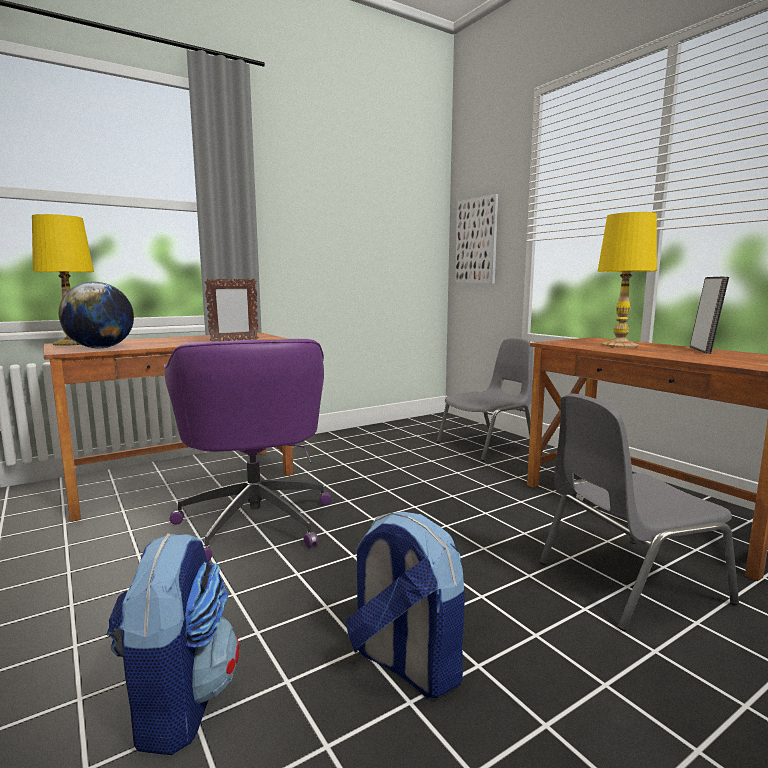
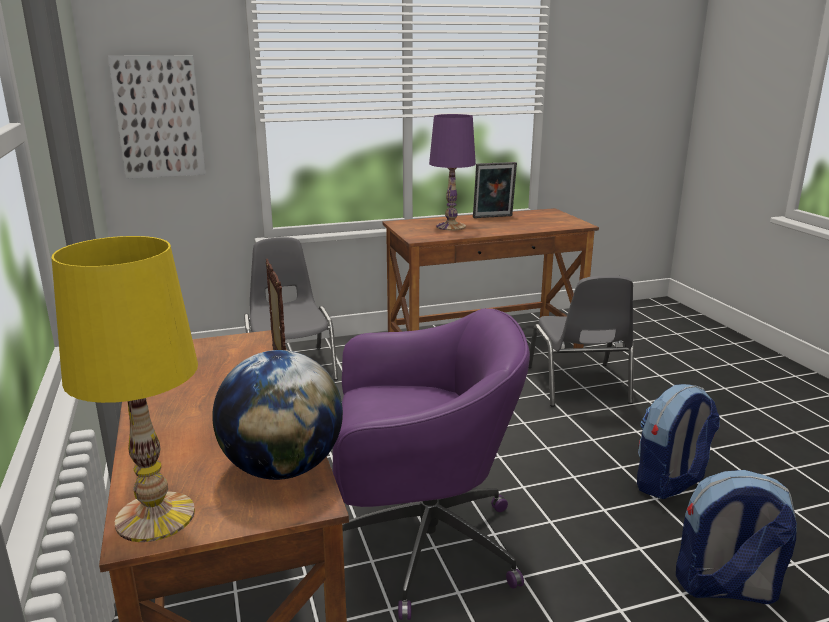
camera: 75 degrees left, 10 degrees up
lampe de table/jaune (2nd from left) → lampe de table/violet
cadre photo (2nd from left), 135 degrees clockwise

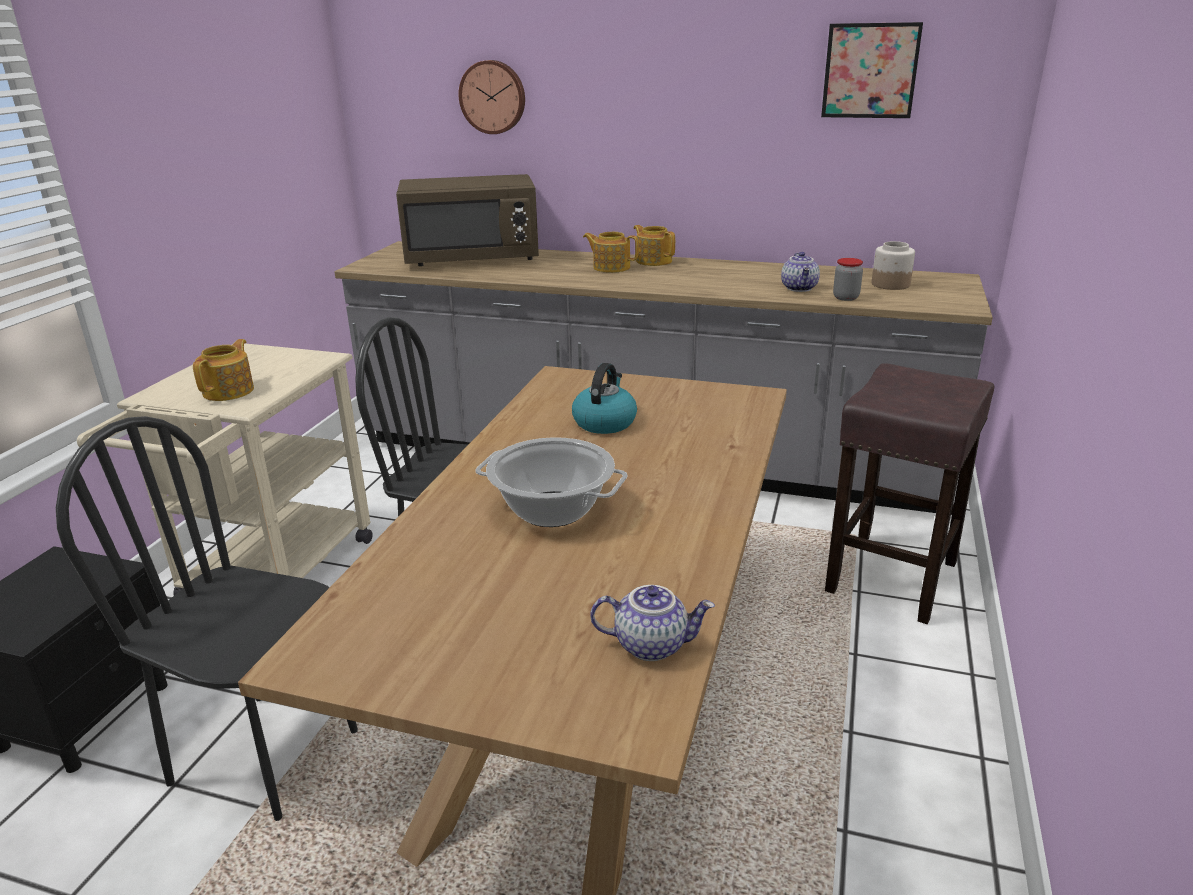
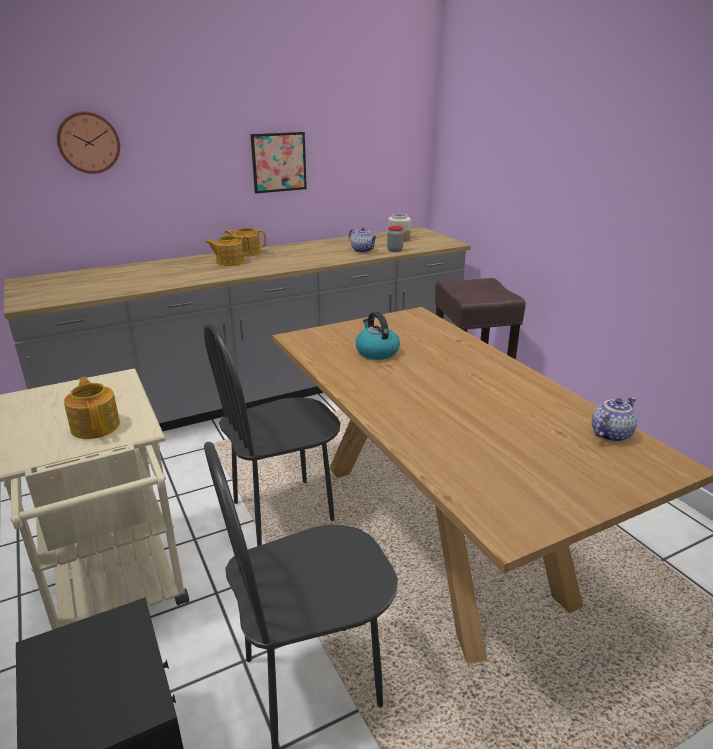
camera: 45 degrees left, 0 degrees up
tableau, move
micro-ondes/marron → -
marmite → -

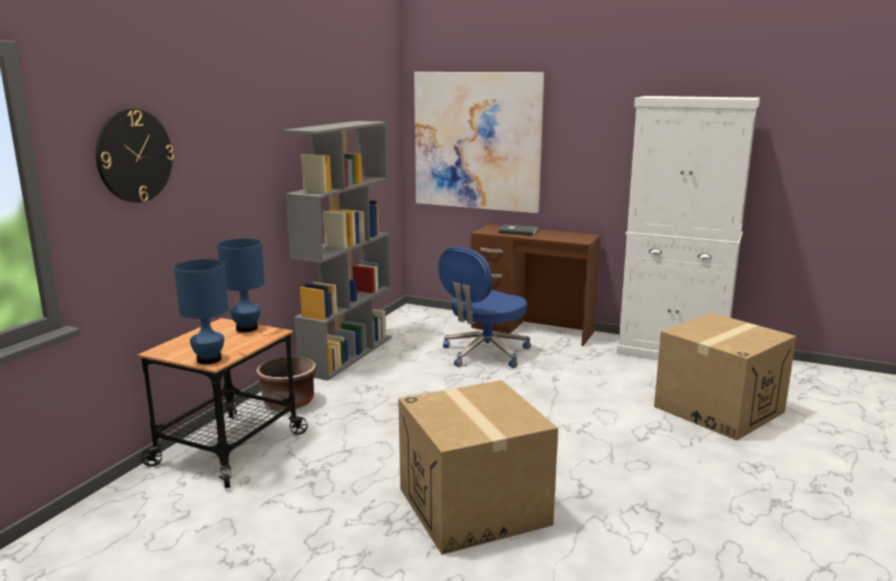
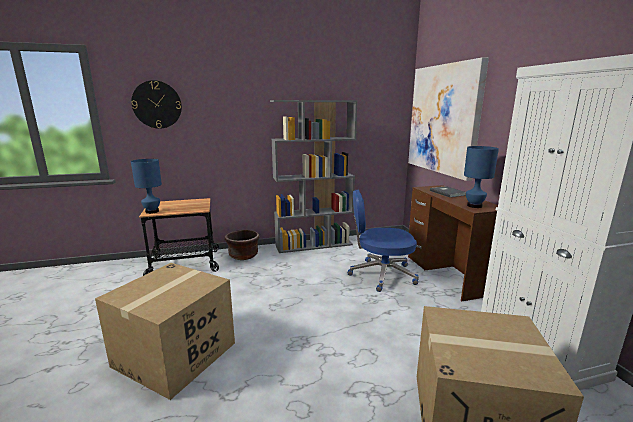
camera: 50 degrees right, 0 degrees up
lampe de table/bleu (2nd from left), move

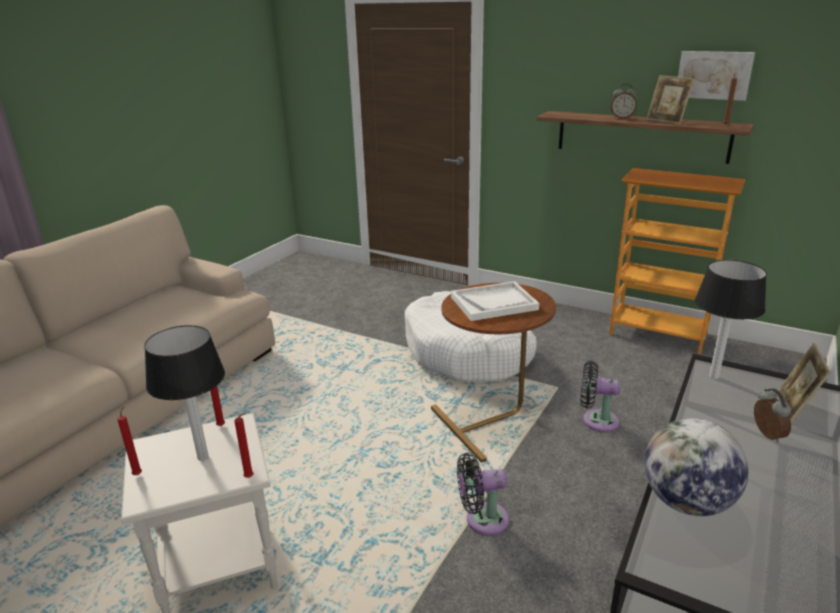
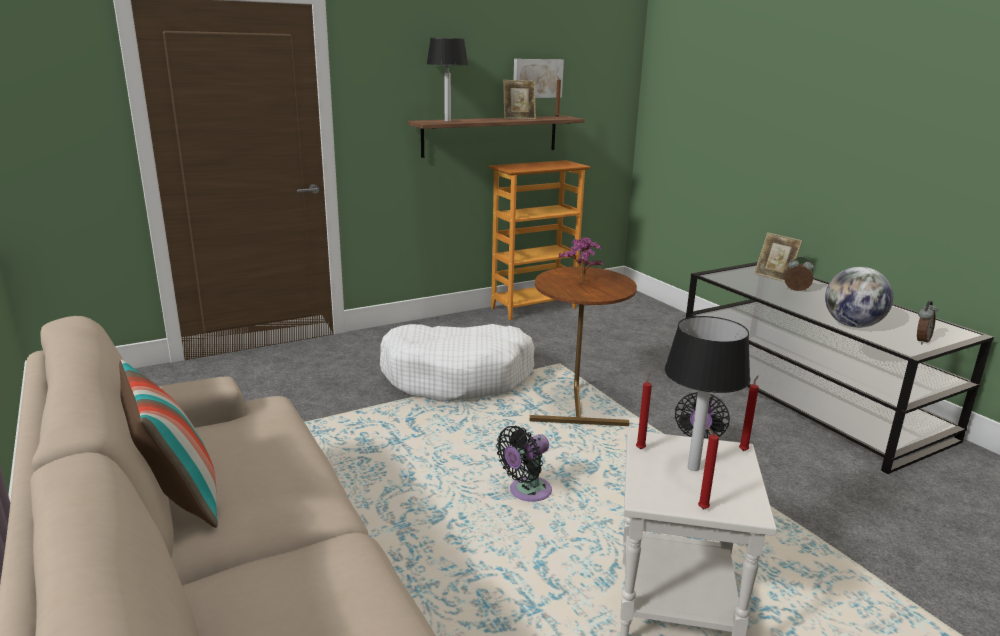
camera: 60 degrees left, 5 degrees down
réveil (1st from left in the first image) → réveil (2nd from left), move
lampe de table (2nd from left in the first image) → lampe de table (1st from left), move
plateau/blanc → plante en pot
ventilateur/noir (2nd from left in the first image) → ventilateur/noir (1st from left), move
- → coussin

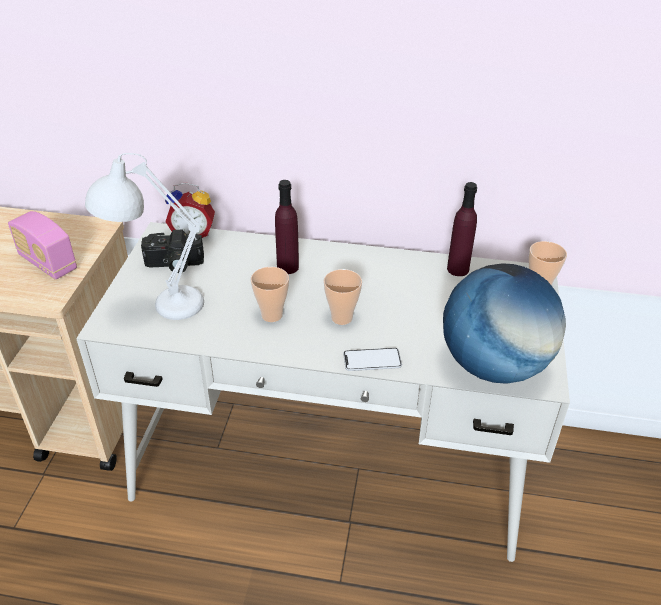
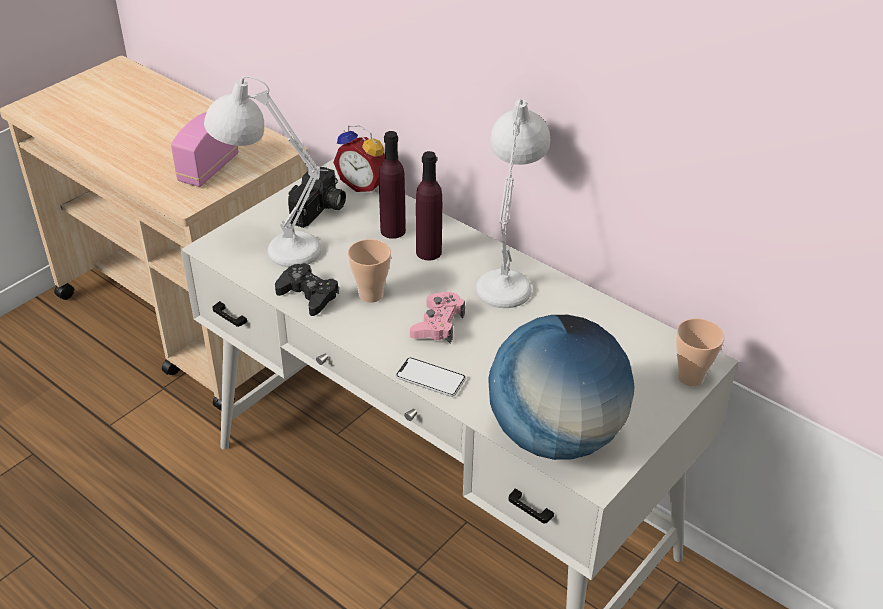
camera: 30 degrees right, 0 degrees up
bouteille/violet (2nd from left in the first image) → bouteille/violet (1st from left), move
radio, 45 degrees clockwise
appareil photo, 90 degrees counterclockwise
tasse (2nd from left) → manette/rose
- → lampe de table/blanc (2nd from left)
- → manette/noir

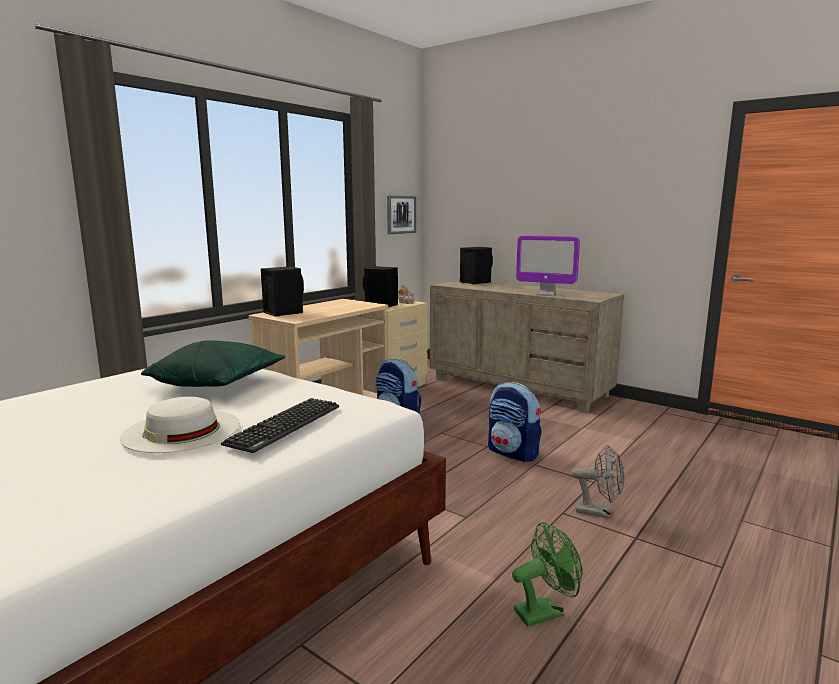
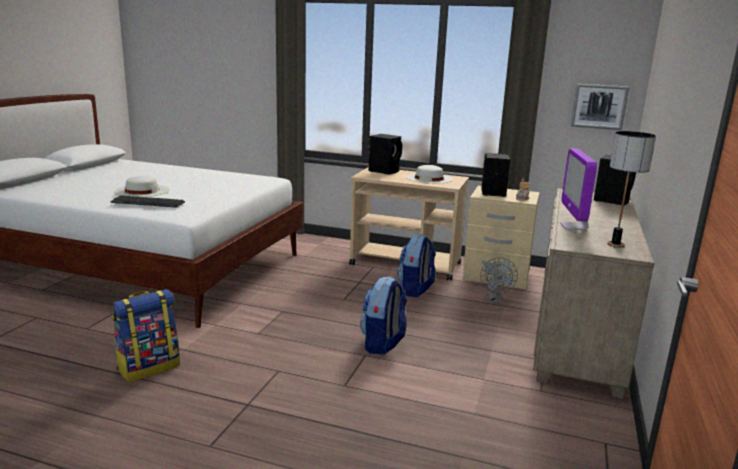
camera: 70 degrees right, 5 degrees up
coussin/vert → -
ventilateur/gris, move
ventilateur/vert → sac à dos (1st from left)
- → lampe de table
- → chapeau/blanc (2nd from left)

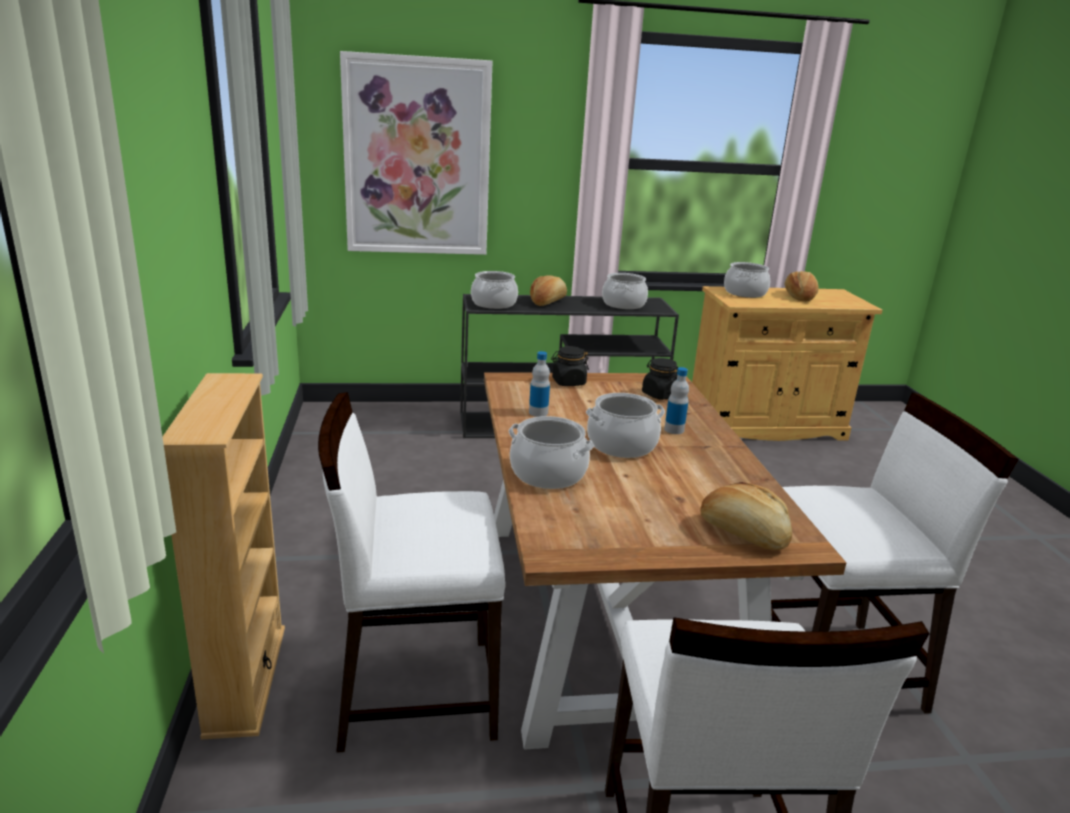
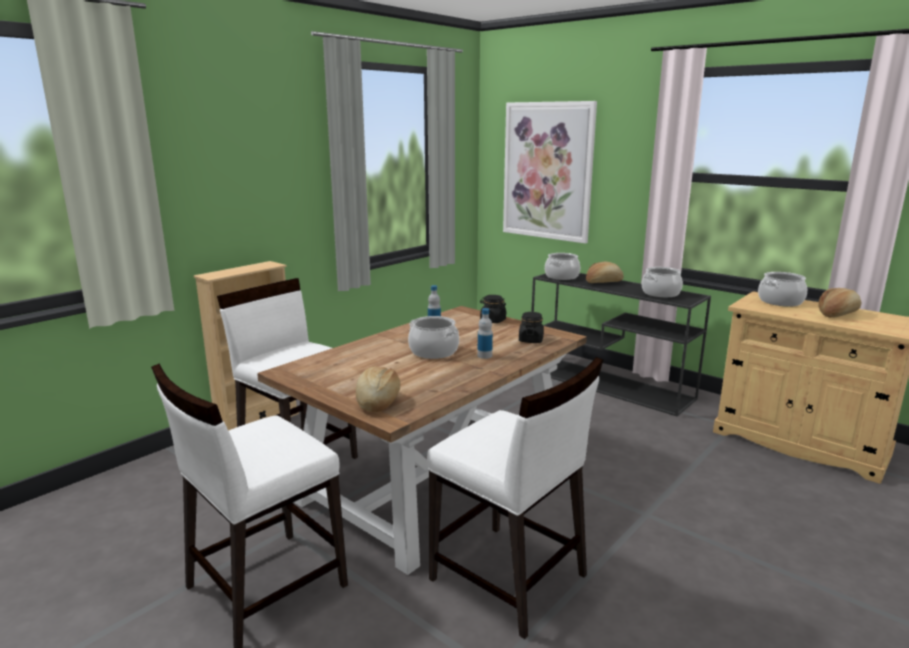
camera: 50 degrees right, 5 degrees down
marmite (2nd from left) → -

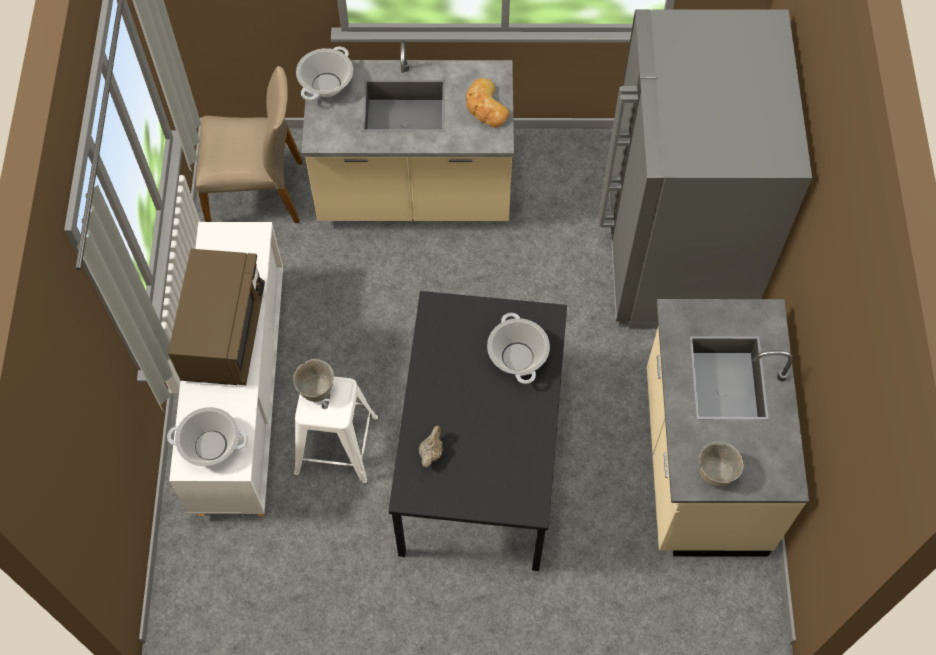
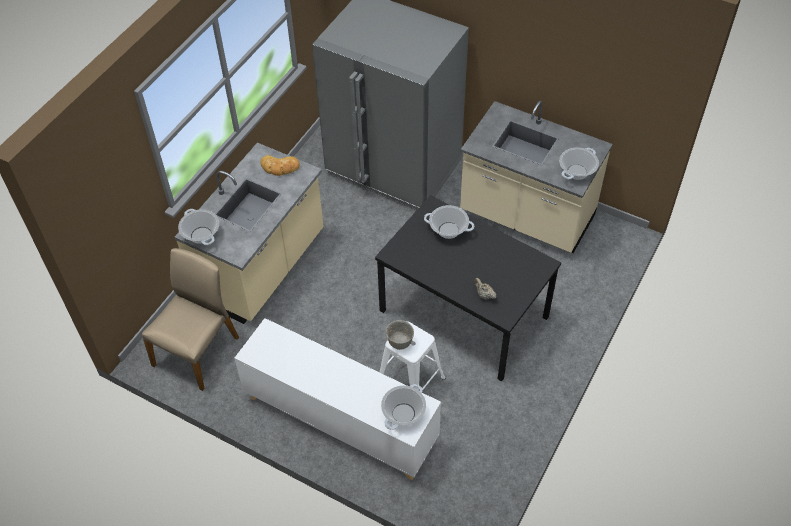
camera: 60 degrees left, 10 degrees down
micro-ondes/marron → -
bol/gris (2nd from left) → marmite (4th from left)

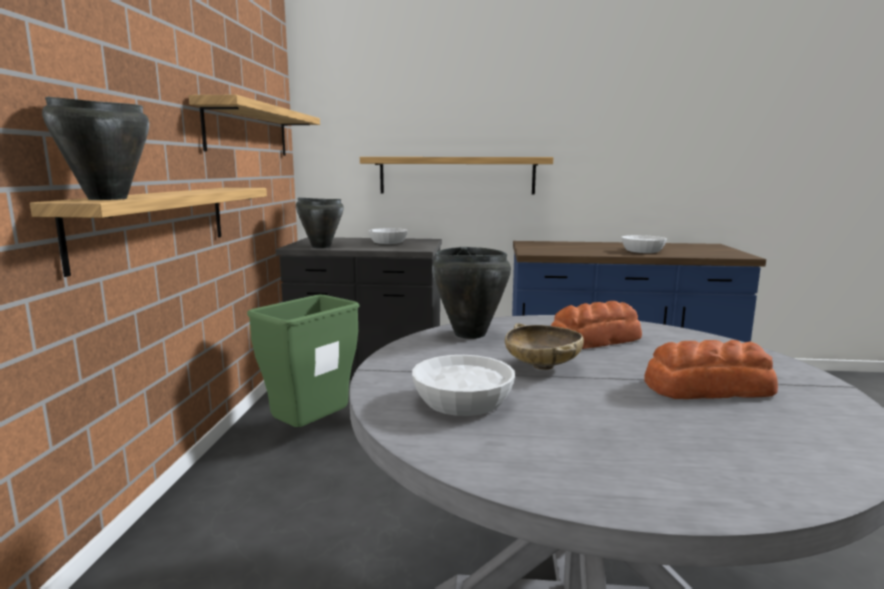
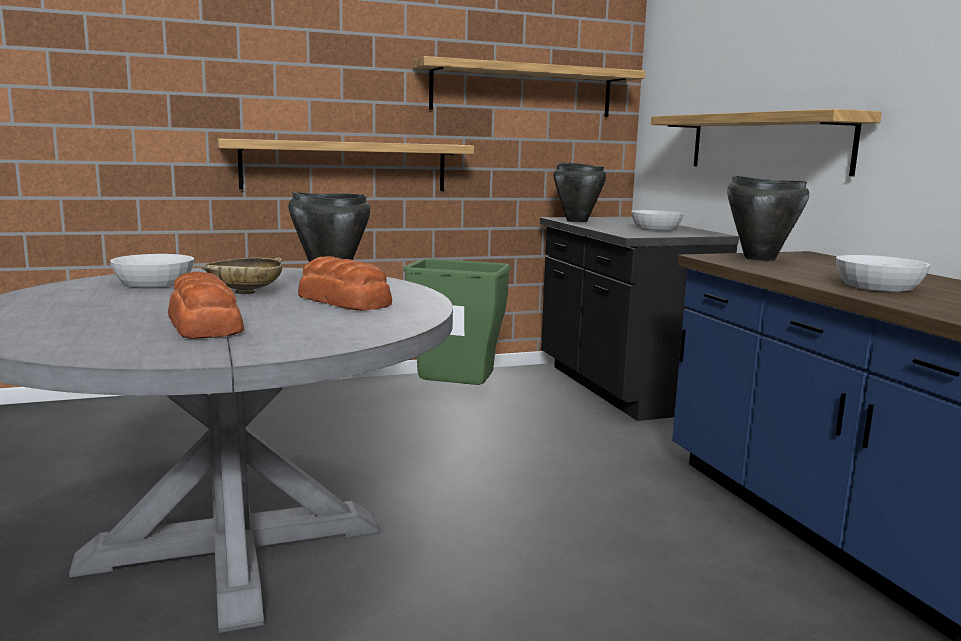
camera: 65 degrees right, 0 degrees up
marmite/noir (1st from left in the first image) → marmite/noir (3rd from left), move

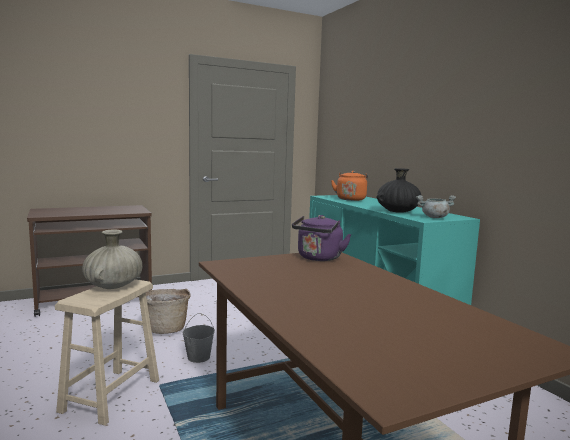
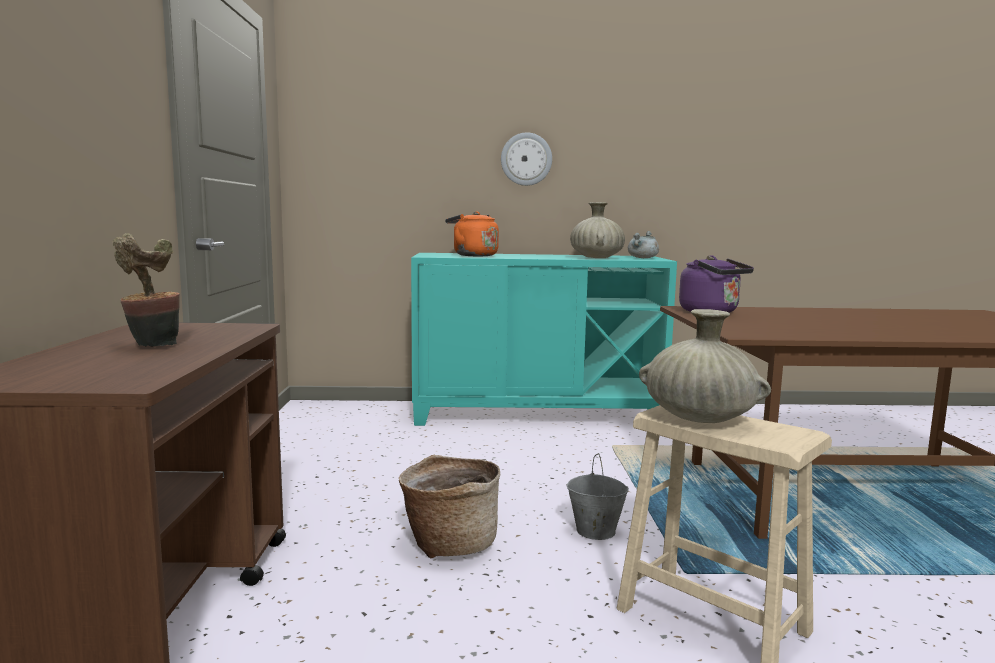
camera: 65 degrees left, 0 degrees up
vase/noir → vase/beige (1st from left)
- → horloge murale
- → plante en pot

